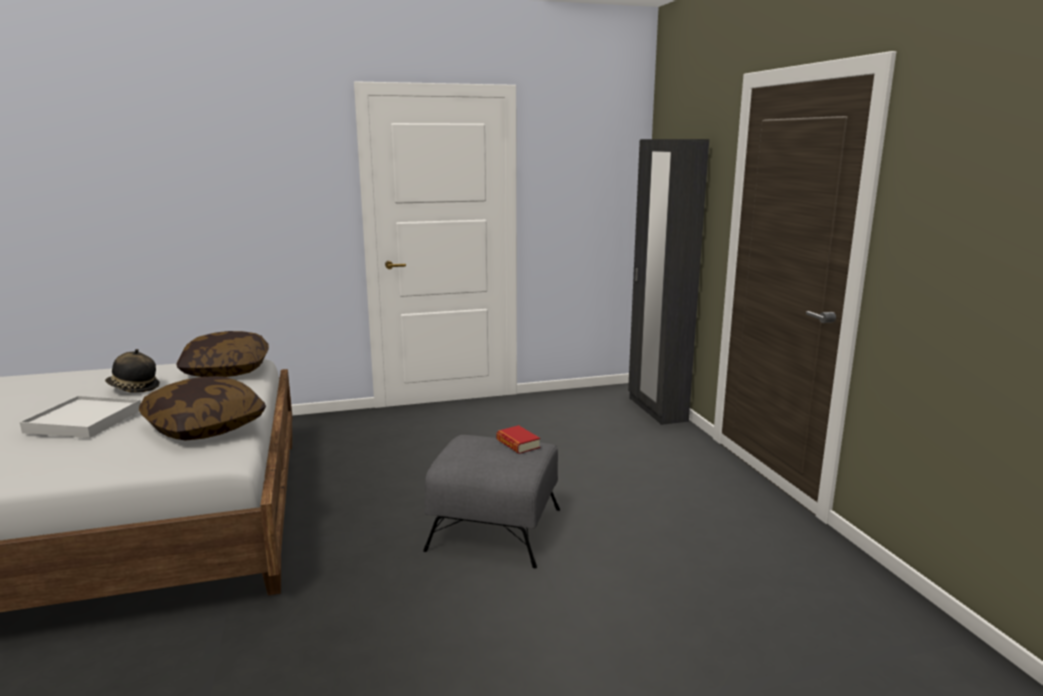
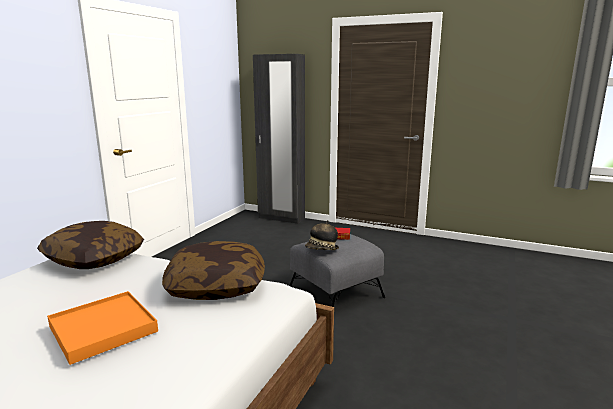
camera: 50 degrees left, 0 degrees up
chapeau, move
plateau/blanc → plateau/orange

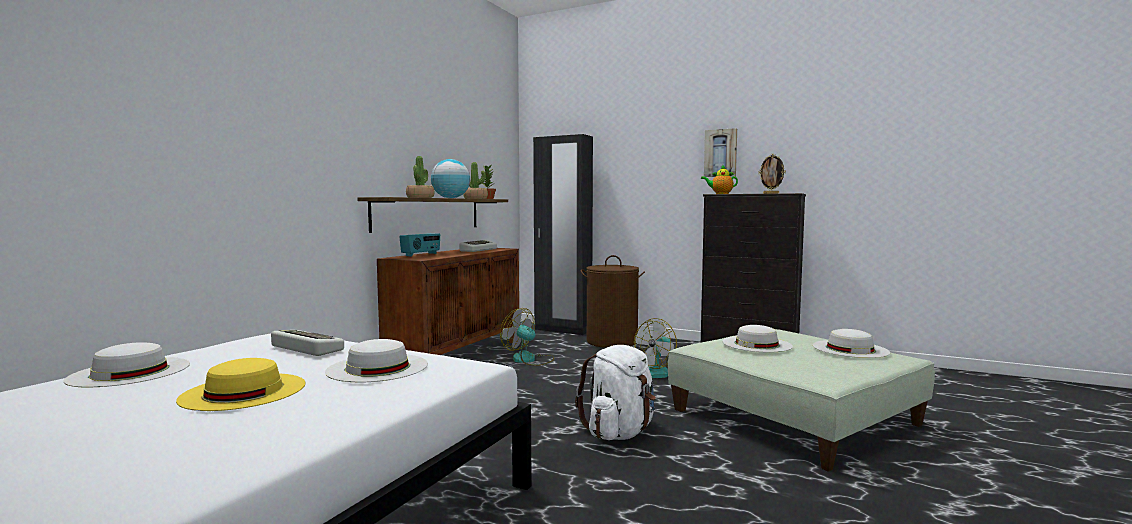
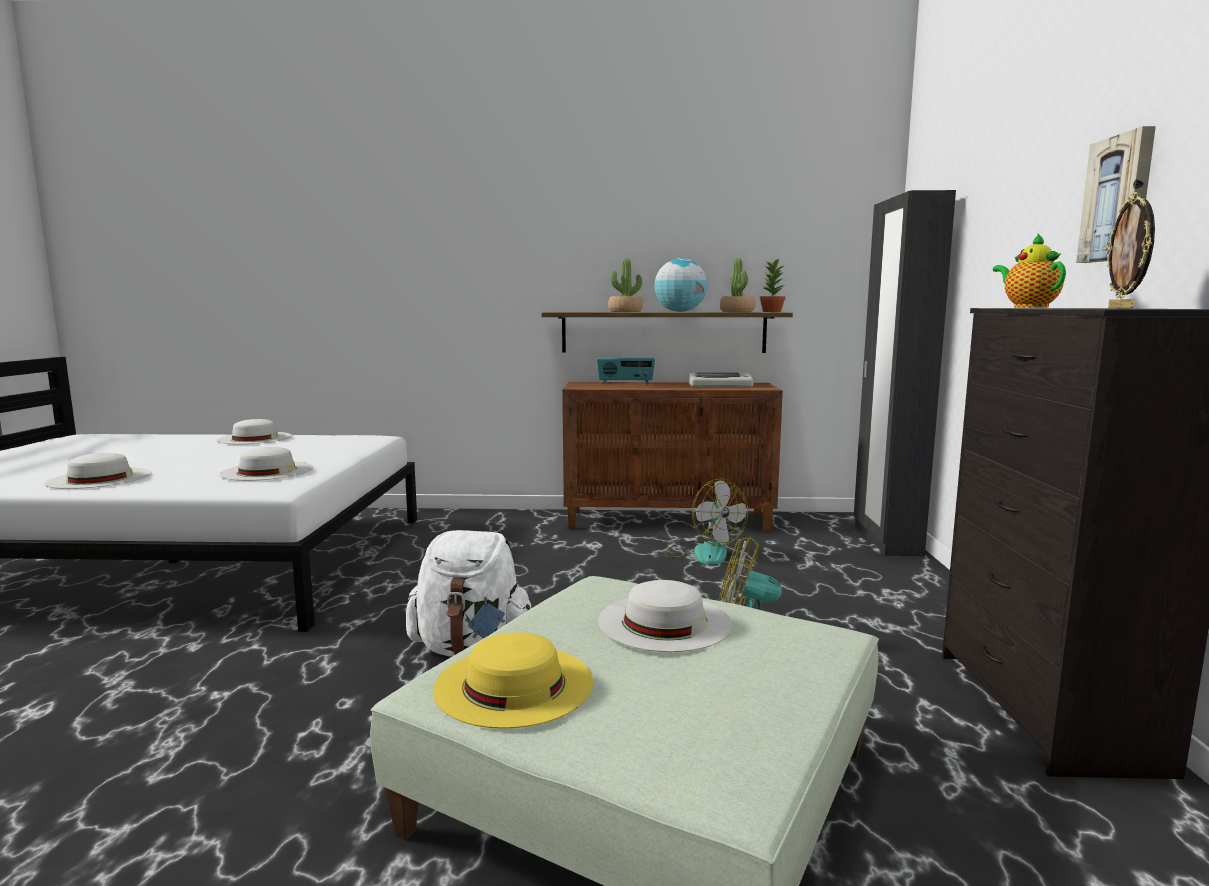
camera: 65 degrees right, 5 degrees up
panier à linge/marron → -
ventilateur (1st from left), 135 degrees clockwise
chapeau/blanc (4th from left in the first image) → chapeau/blanc (1st from left), move
clavier (1st from left) → -
chapeau/jaune, move

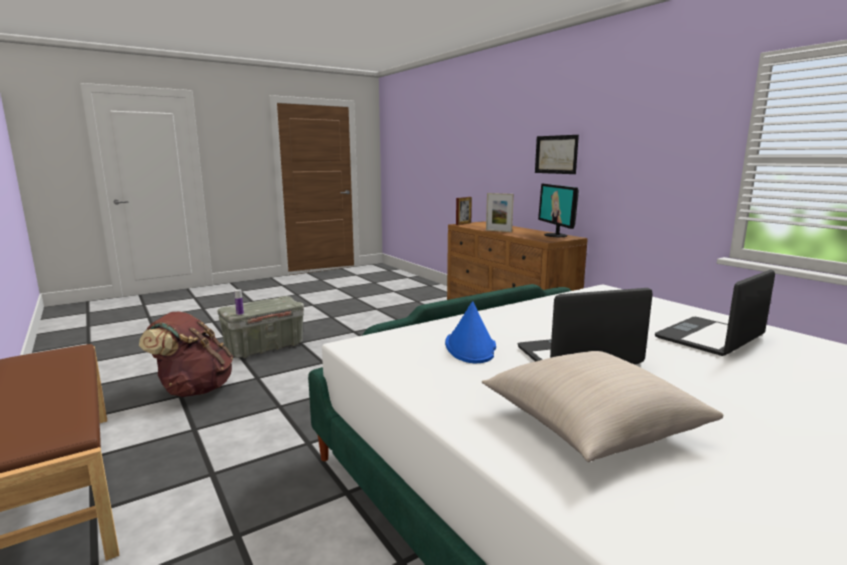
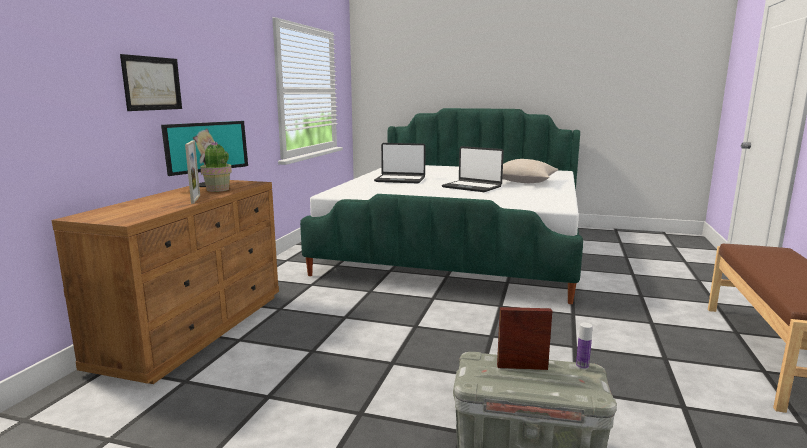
camera: 130 degrees left, 0 degrees up
cadre photo (1st from left in the first image) → cadre photo (2nd from left), move
chapeau/bleu → -
sac à dos/marron → -
- → plante en pot

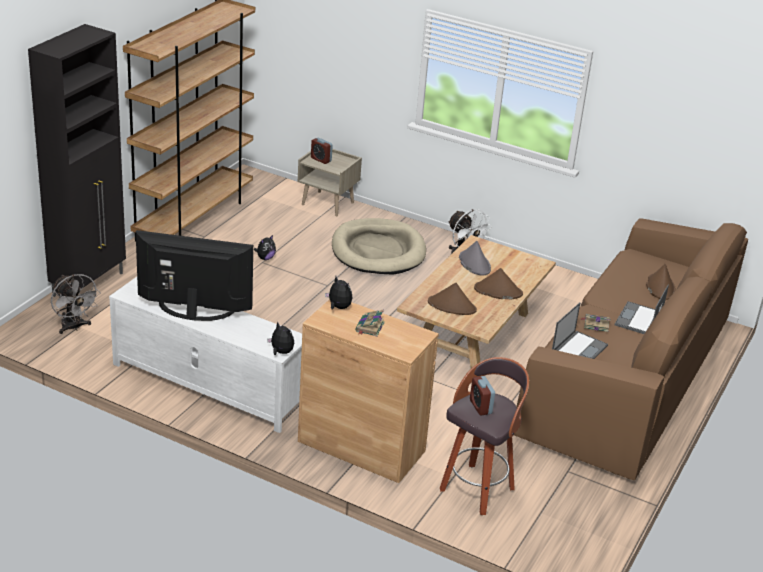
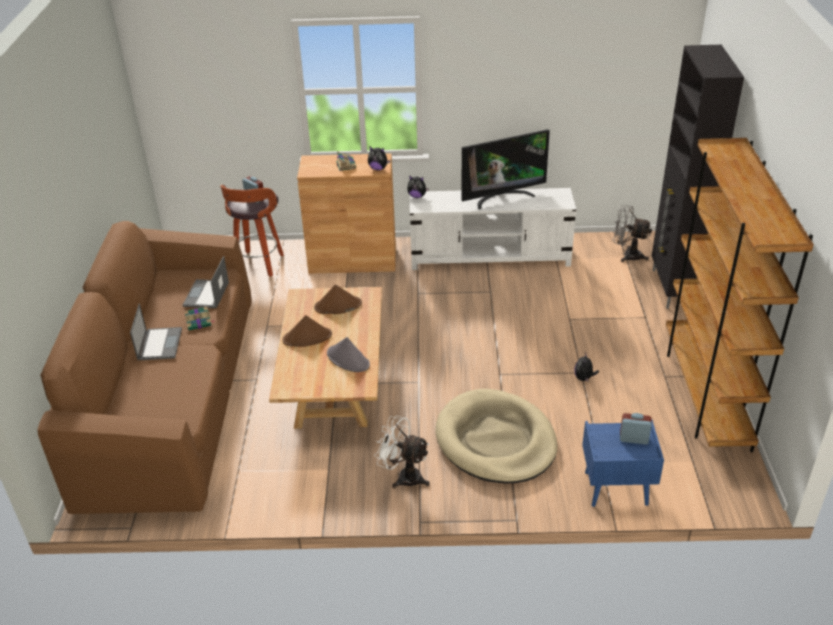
camera: 155 degrees right, 5 degrees up
table de chevet/beige → table de chevet/bleu
chapeau/marron (3rd from left) → -

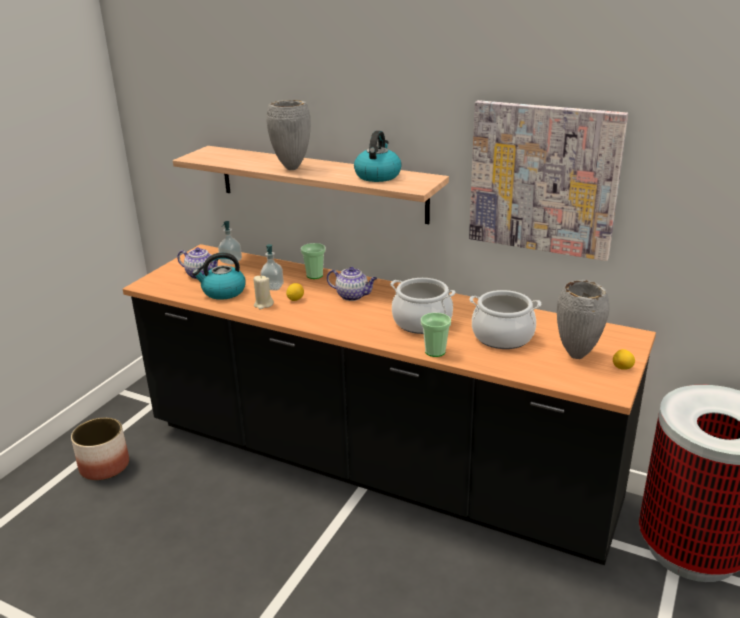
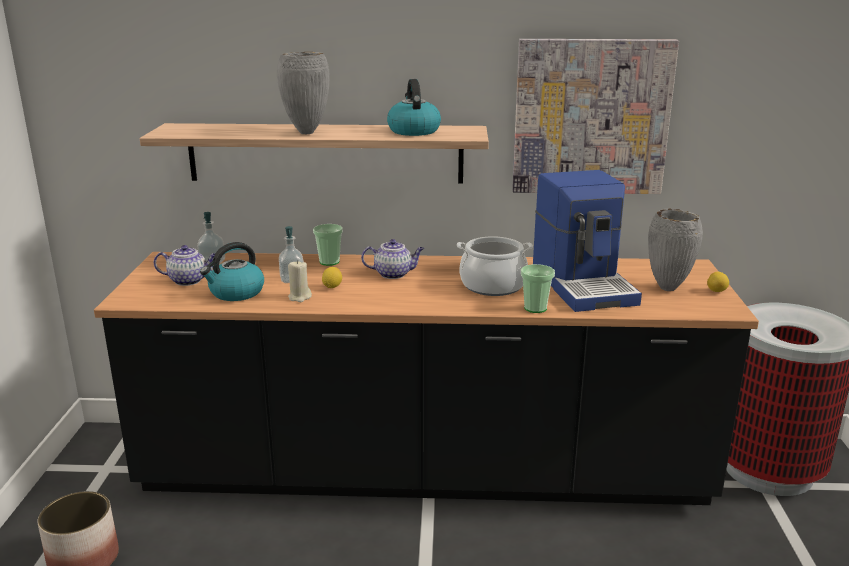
camera: 25 degrees left, 5 degrees down
marmite (2nd from left) → machine à café

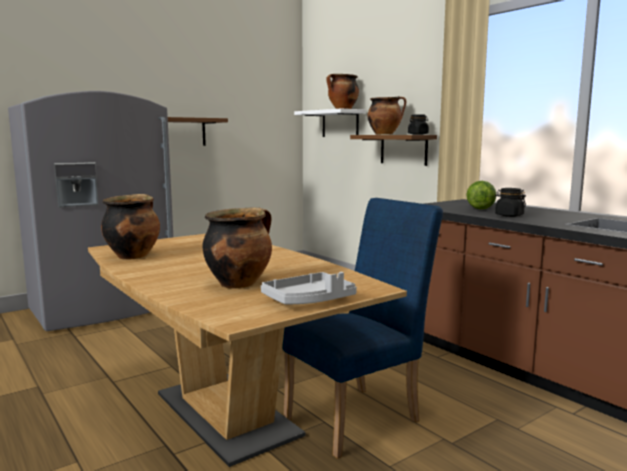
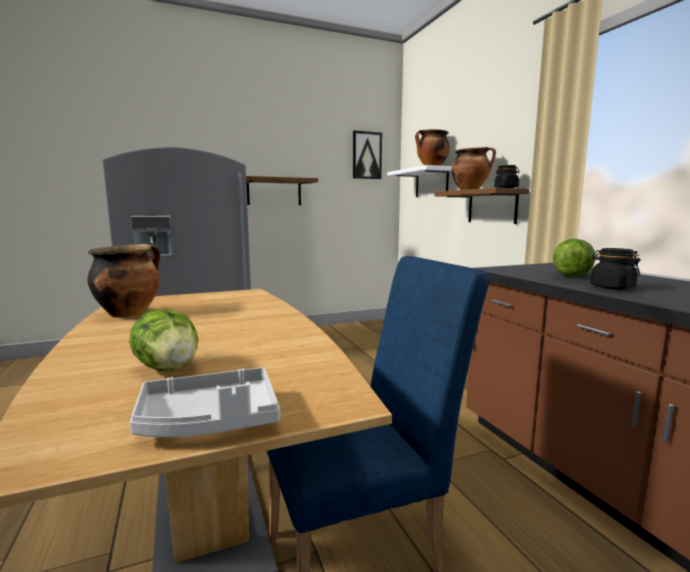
camera: 15 degrees right, 0 degrees up
marmite (2nd from left) → laitue (1st from left)
- → tableau

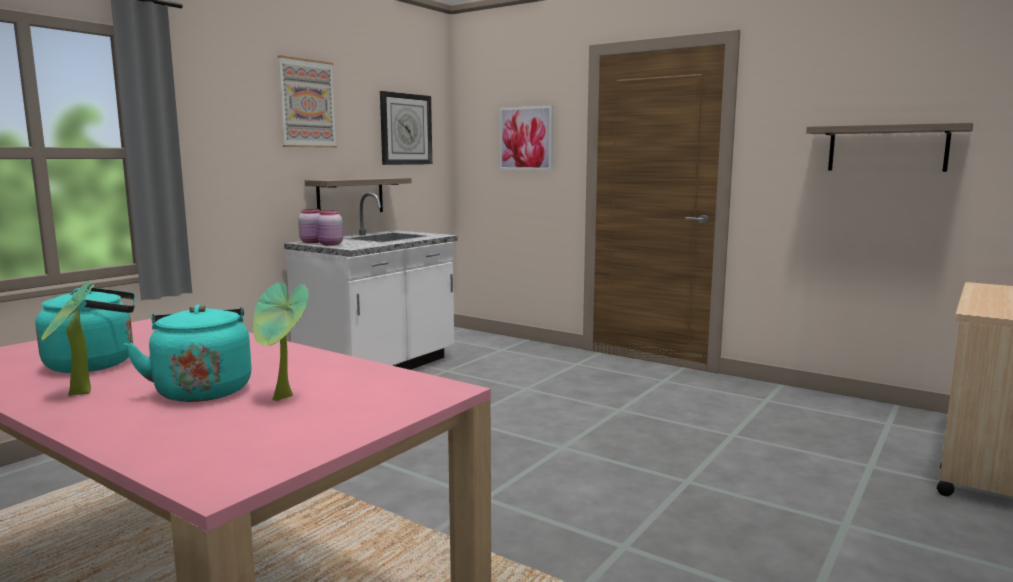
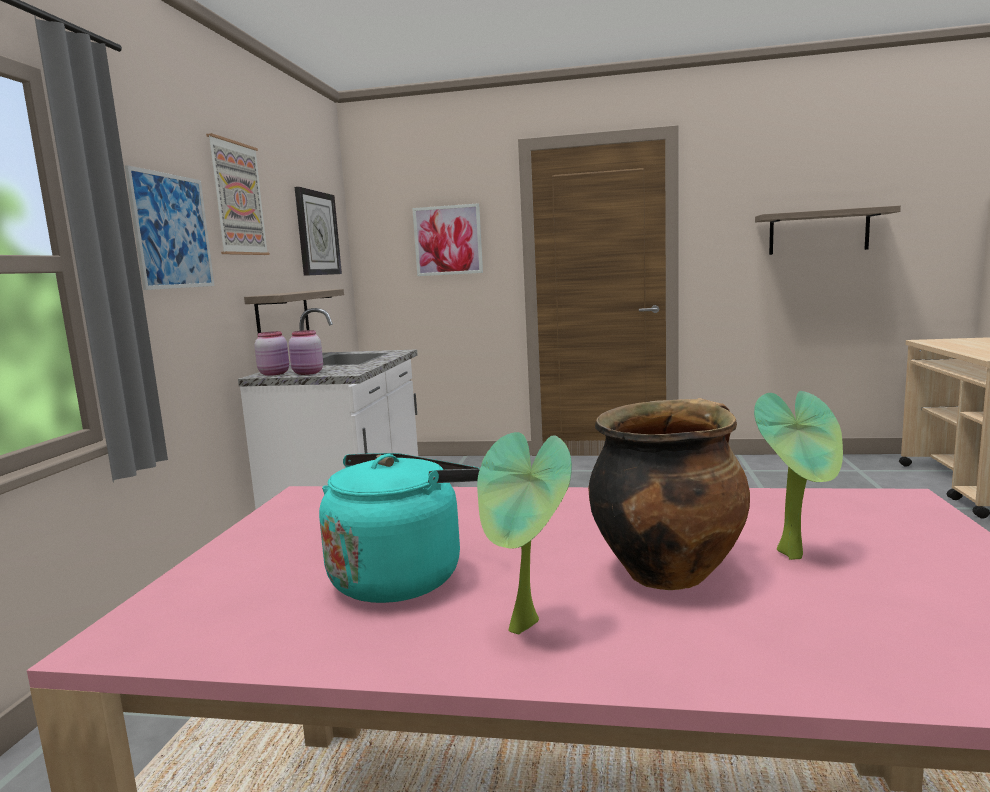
camera: 25 degrees left, 0 degrees up
bouilloire/turquoise (2nd from left) → marmite
- → tableau (1st from left)

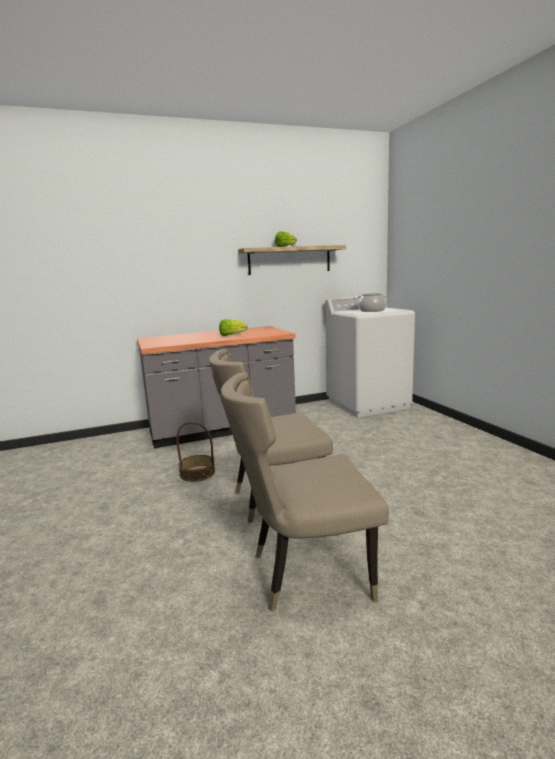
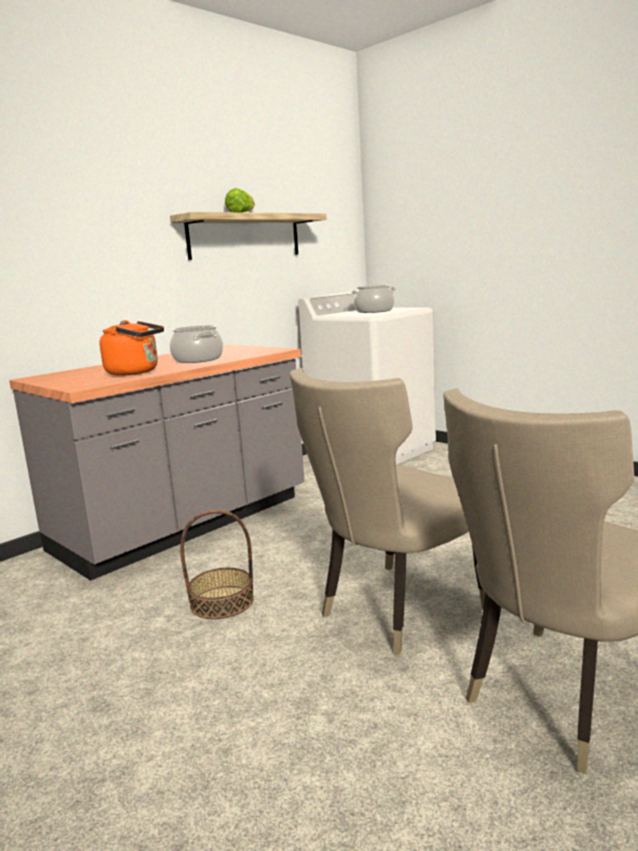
camera: 25 degrees left, 0 degrees up
laitue (1st from left) → marmite (1st from left)
- → bouilloire/orange

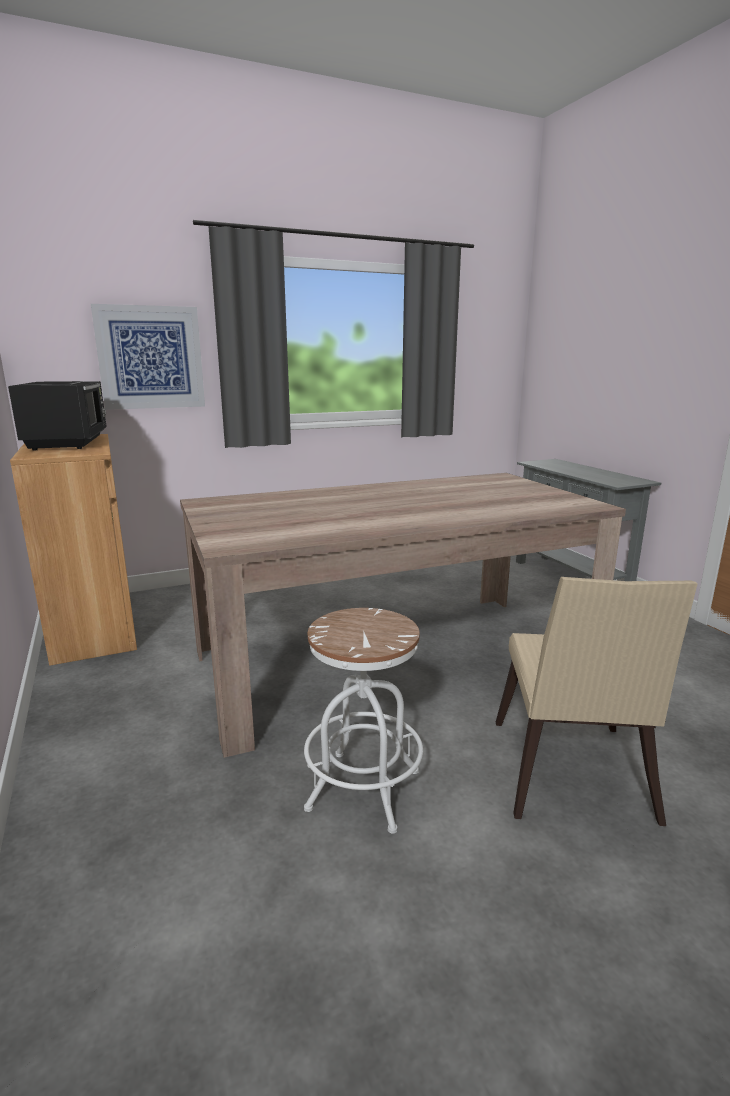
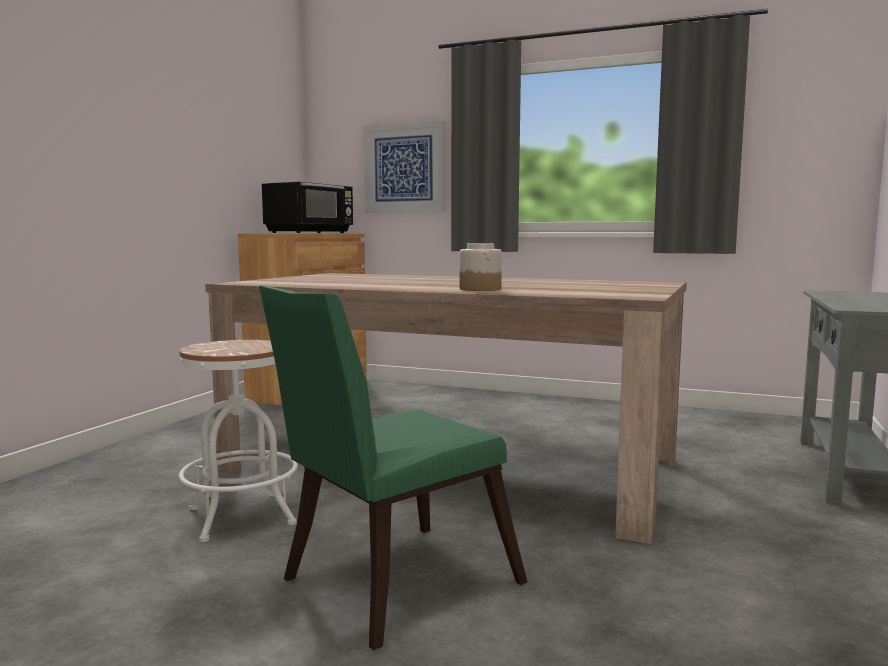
camera: 45 degrees right, 10 degrees down
chaise/beige → chaise/vert
- → bocal

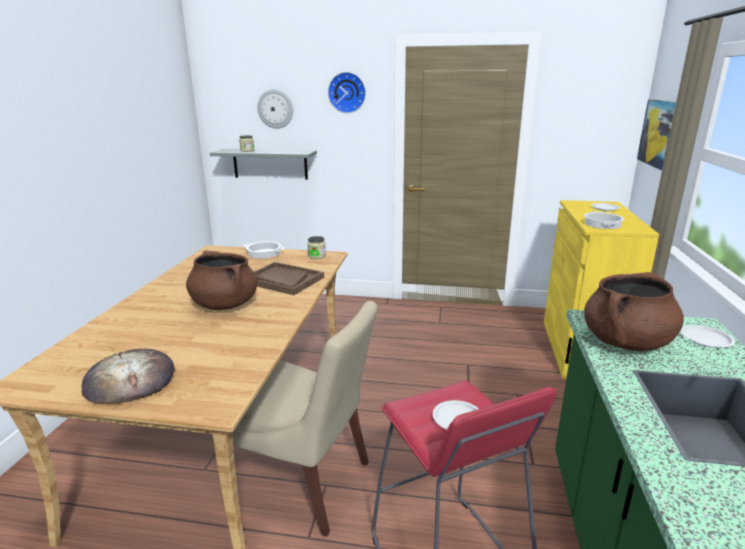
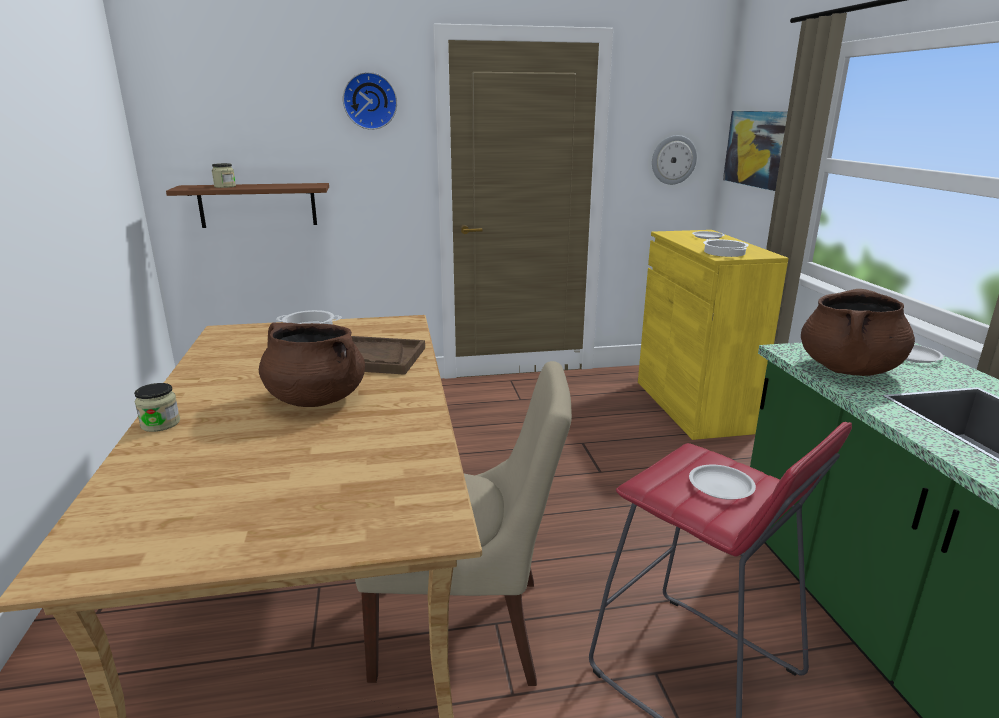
camera: 20 degrees left, 0 degrees up
horloge murale (1st from left in the first image) → horloge murale (2nd from left), move
étagère/gris → étagère/marron
bocal (2nd from left in the first image) → bocal (1st from left), move
pain → -

